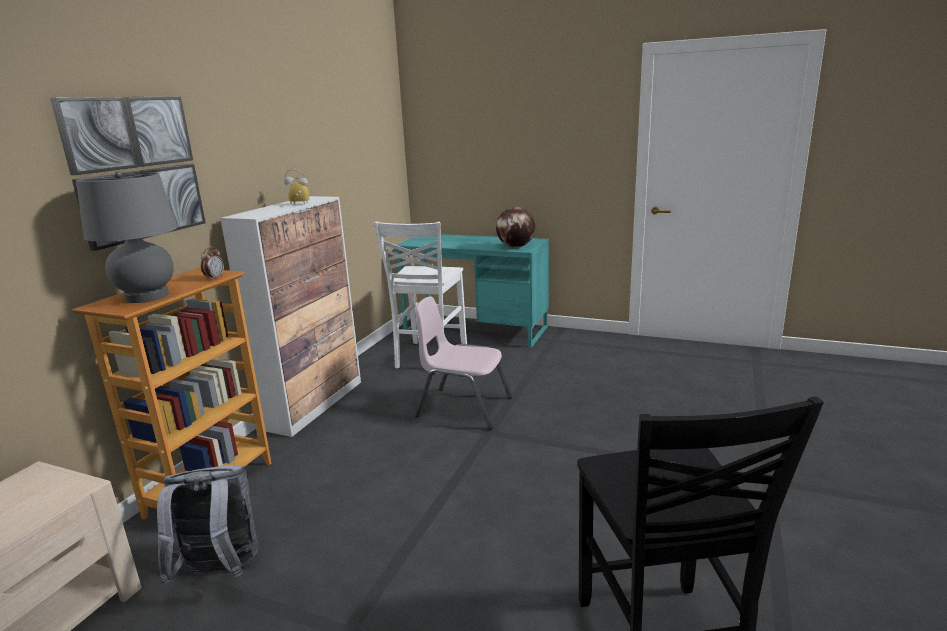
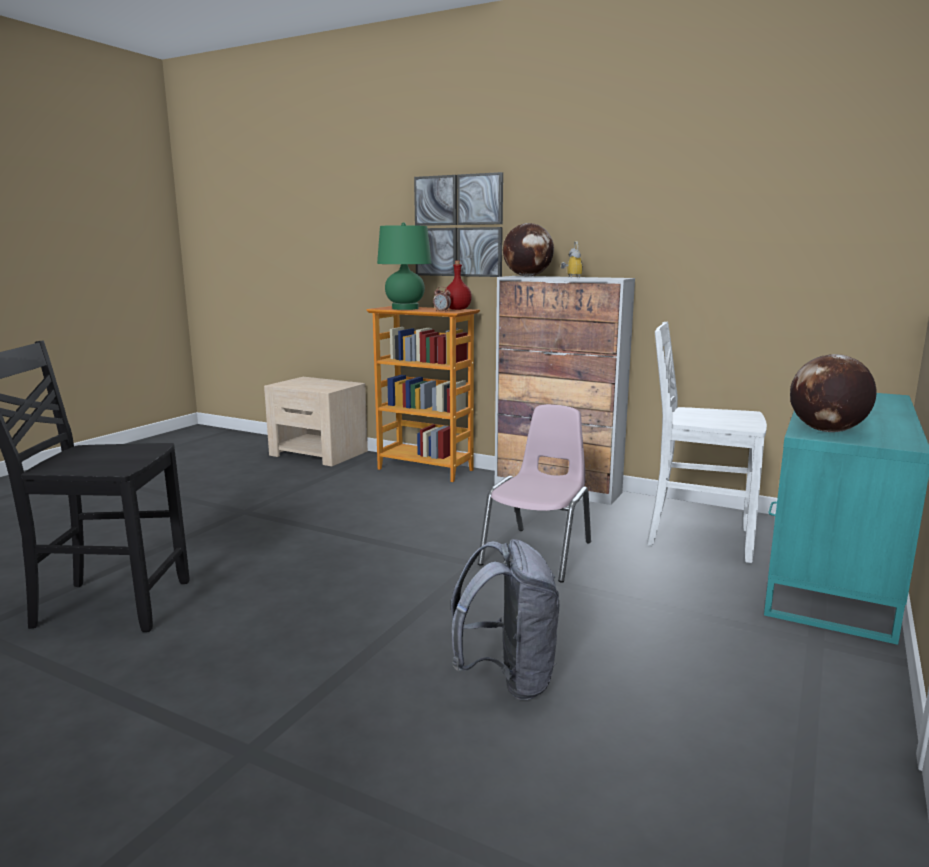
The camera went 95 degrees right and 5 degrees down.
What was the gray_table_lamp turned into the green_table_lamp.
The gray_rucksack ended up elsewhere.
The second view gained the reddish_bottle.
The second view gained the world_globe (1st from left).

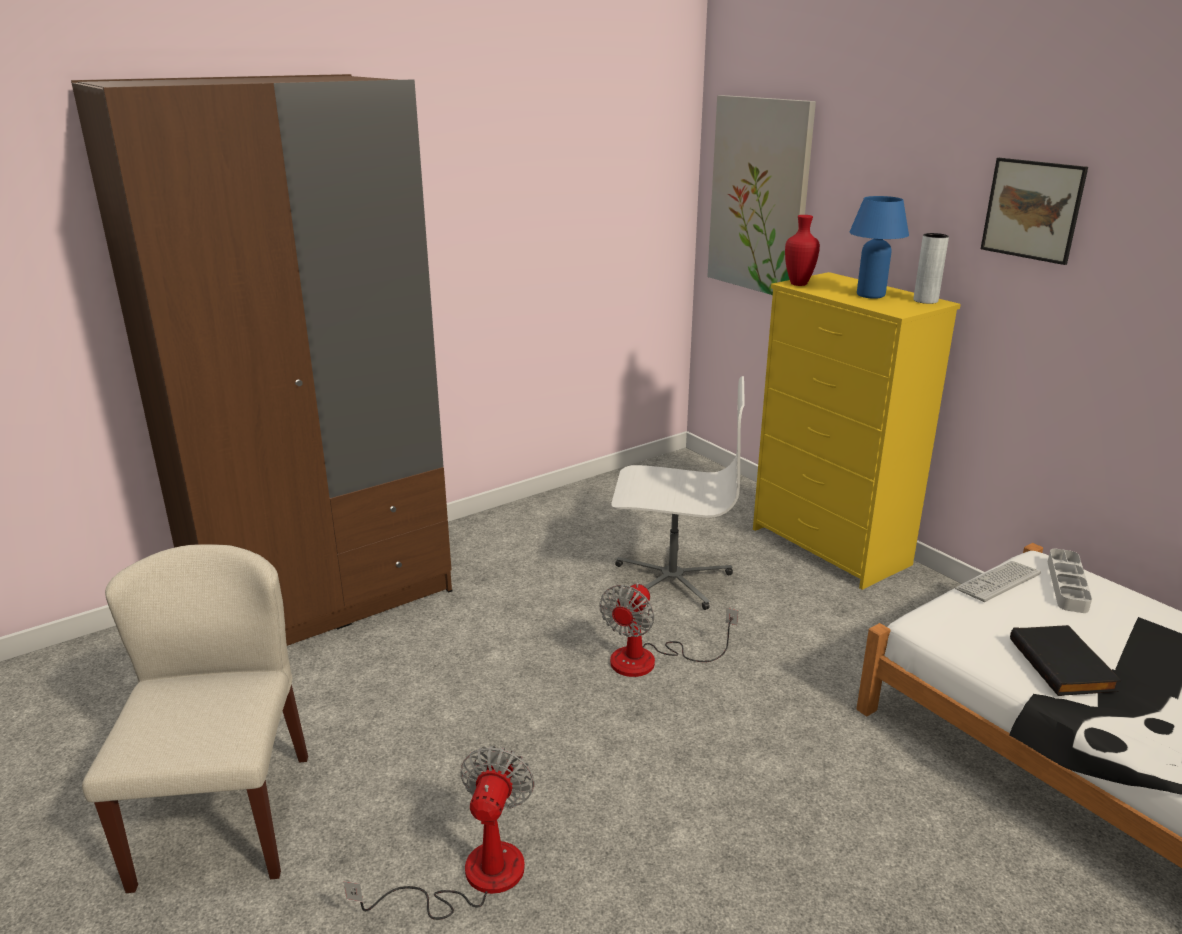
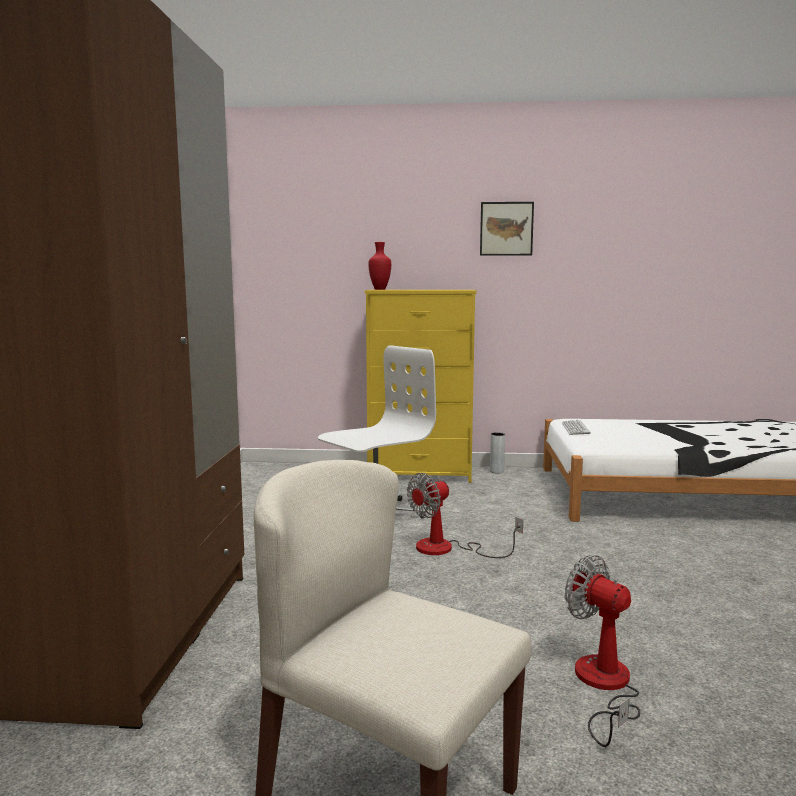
The camera went 50 degrees left and 15 degrees down.
The electric_fan (2nd from left in the first image) ended up facing another way, 75 degrees clockwise from before.
The second view lost the picture (1st from left).
The second view lost the blue-coloured_table_lamp.
The gray_vase ended up elsewhere.
The second view lost the black-coloured_book.
The second view lost the gray_serving_tray.

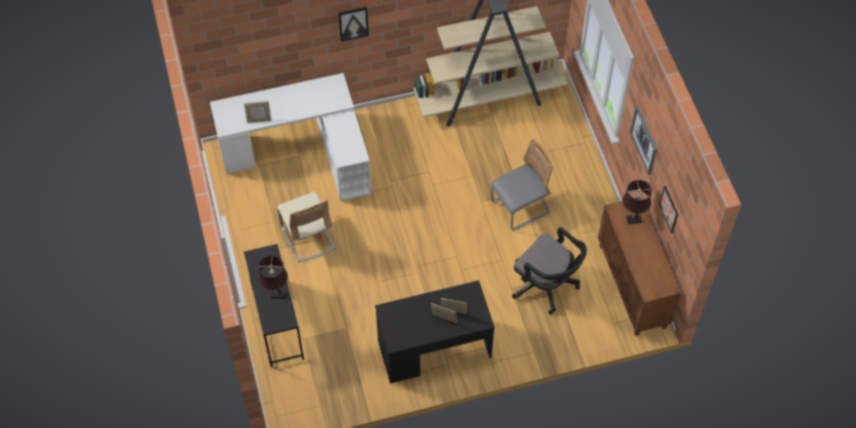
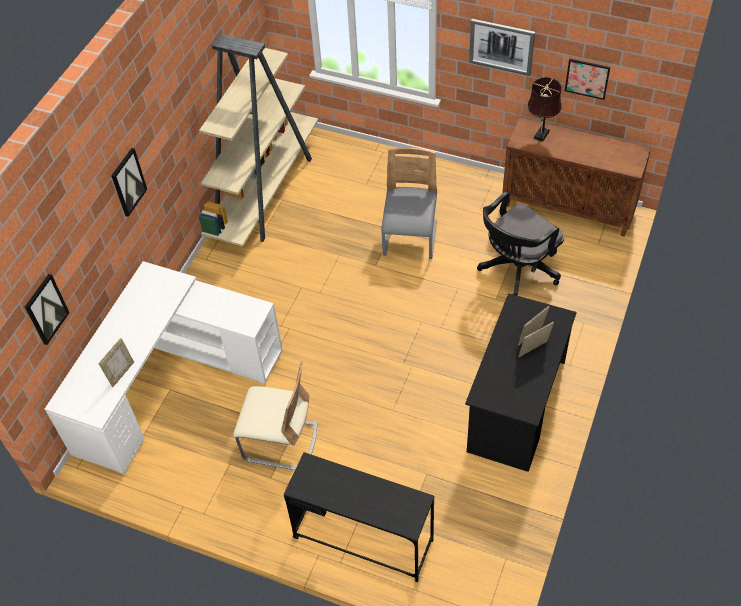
The camera went 50 degrees left and 5 degrees down.
The second view lost the brown_table_lamp (1st from left).
The black-coloured_office_chair ended up facing another way, 150 degrees clockwise from before.
The second view gained the picture (1st from left).

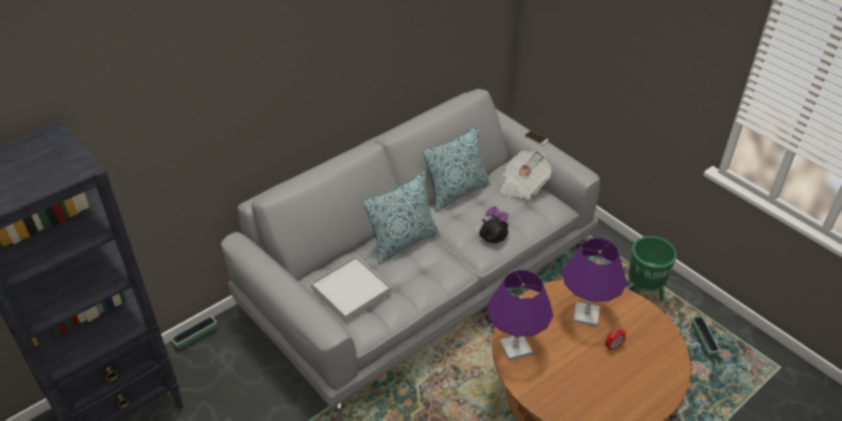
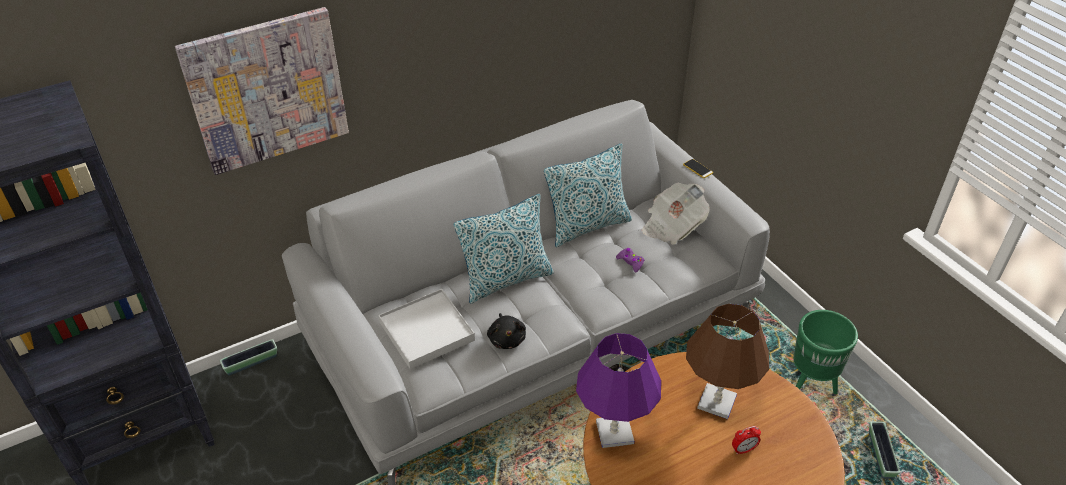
The camera went 10 degrees right and 0 degrees up.
The black-coloured_plush_toy ended up elsewhere.
What was the purplish_table_lamp (2nd from left) turned into the brown_table_lamp.
The second view gained the picture.

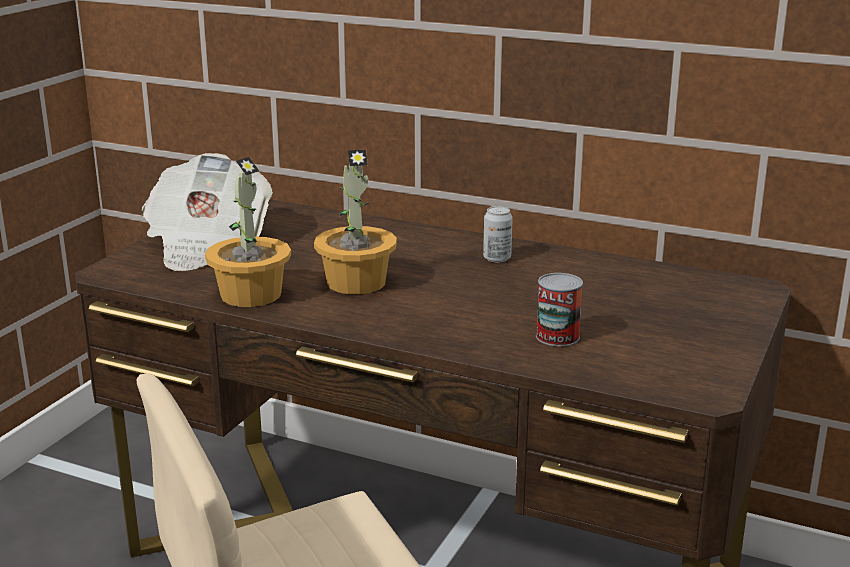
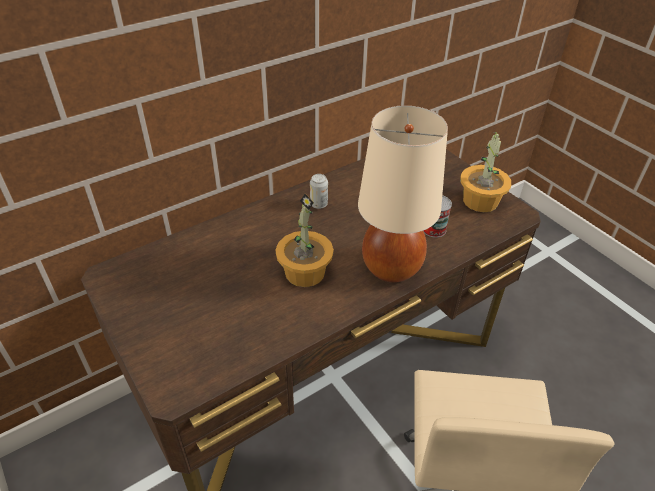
The camera went 60 degrees left and 20 degrees up.
The second view lost the printed_paper.
The houseplant (1st from left in the first image) ended up elsewhere.
The second view gained the sand-coloured_table_lamp.

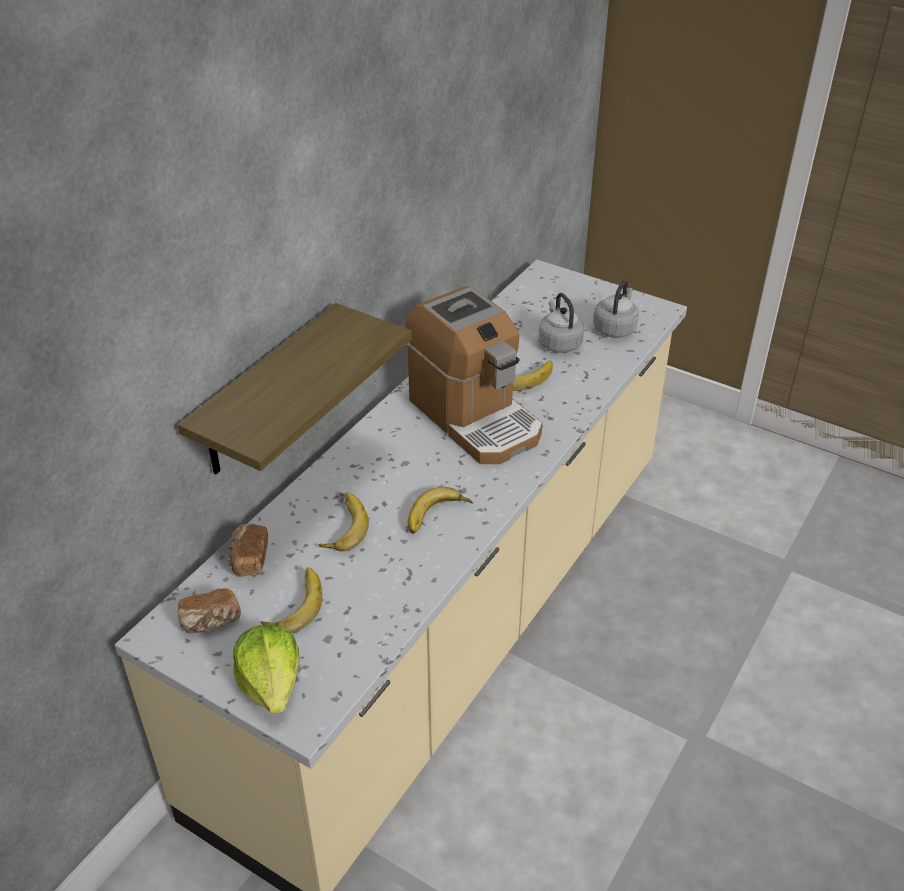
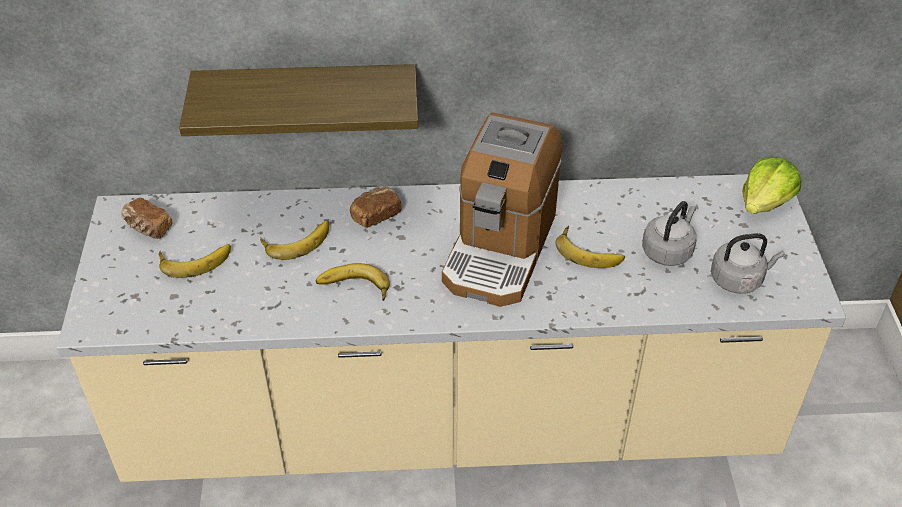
The camera went 55 degrees right and 5 degrees up.
The baked_bread (2nd from left) ended up elsewhere.
The head_of_lettuce ended up elsewhere.

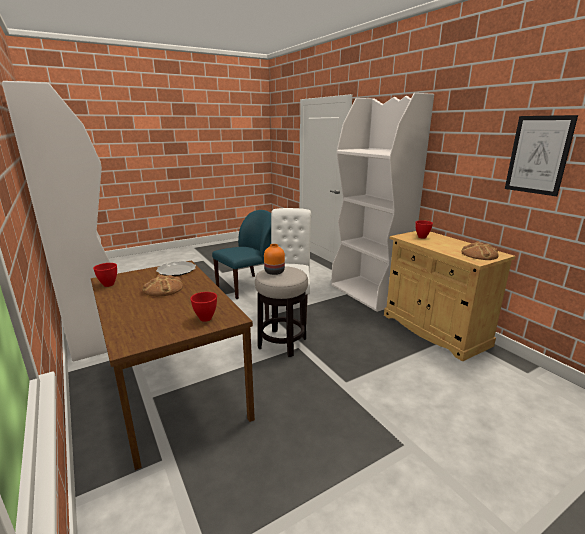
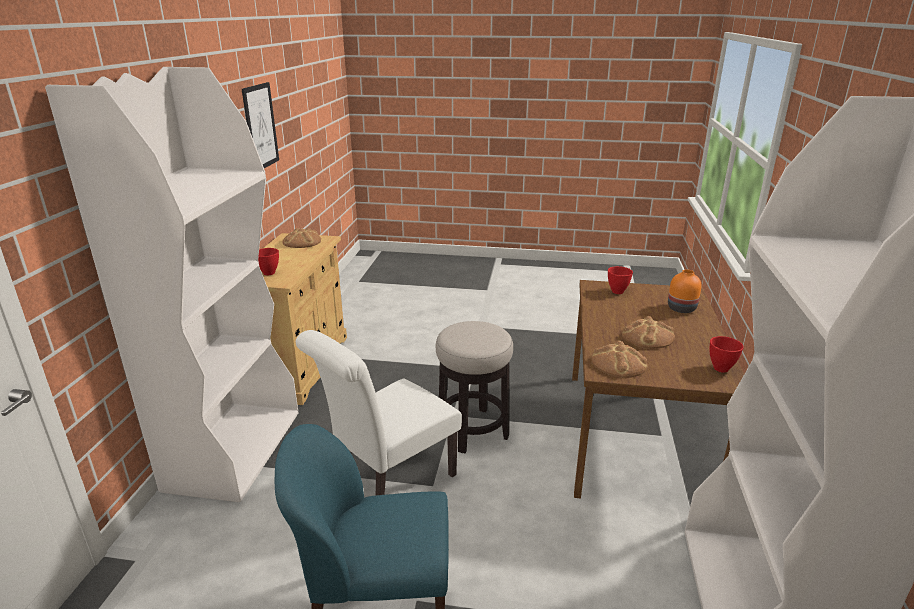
The camera went 140 degrees left and 5 degrees up.
Where the plate stood, the baked_bread (2nd from left) came to stand.
The orange-coloured_vase ended up elsewhere.

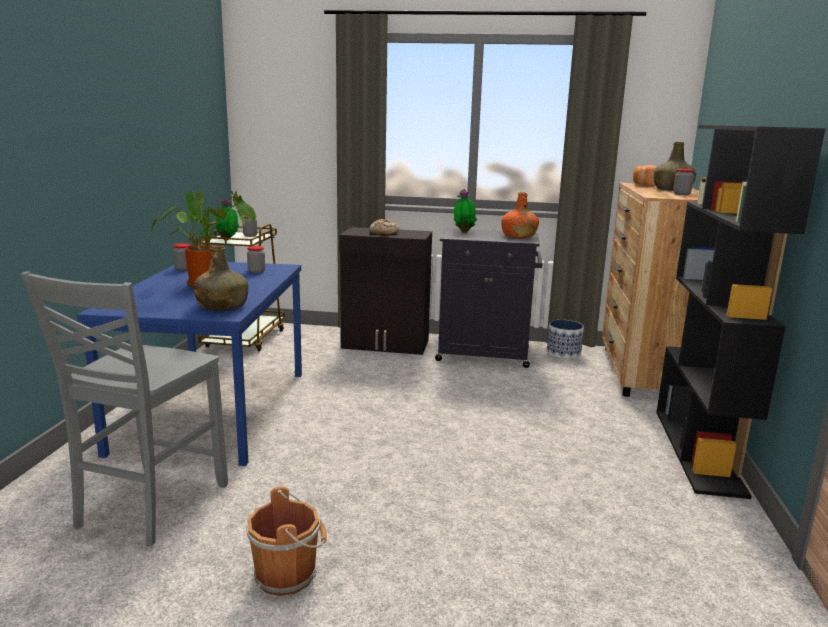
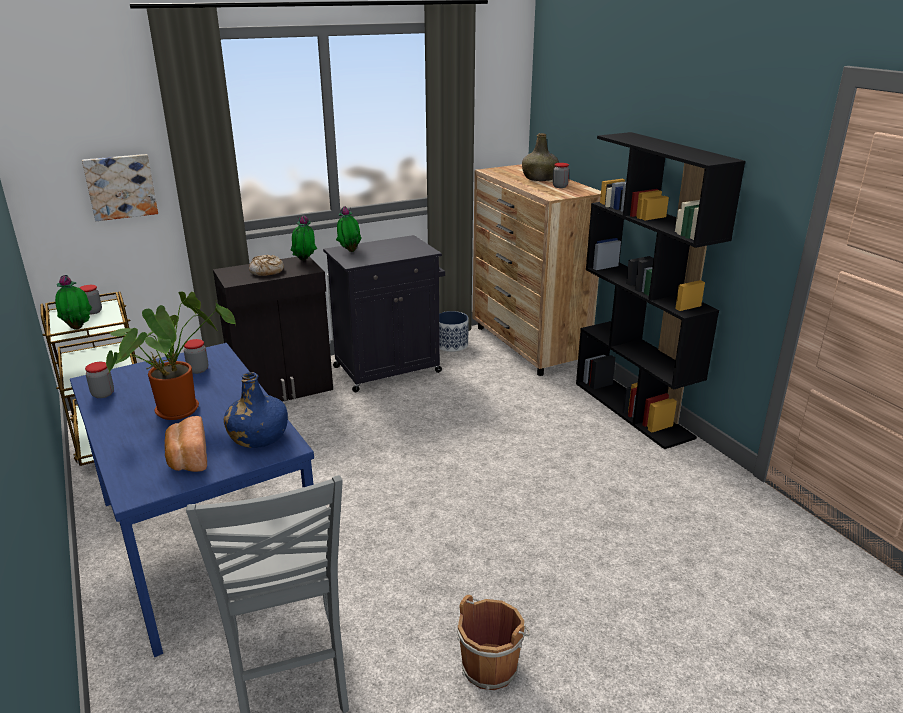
The camera went 35 degrees left and 10 degrees up.
What was the green_bottle (1st from left) turned into the blue-coloured_bottle.
The second view lost the orange-coloured_bottle.
The baked_bread (2nd from left in the first image) ended up elsewhere.
The second view gained the picture.
The second view gained the houseplant (3rd from left).

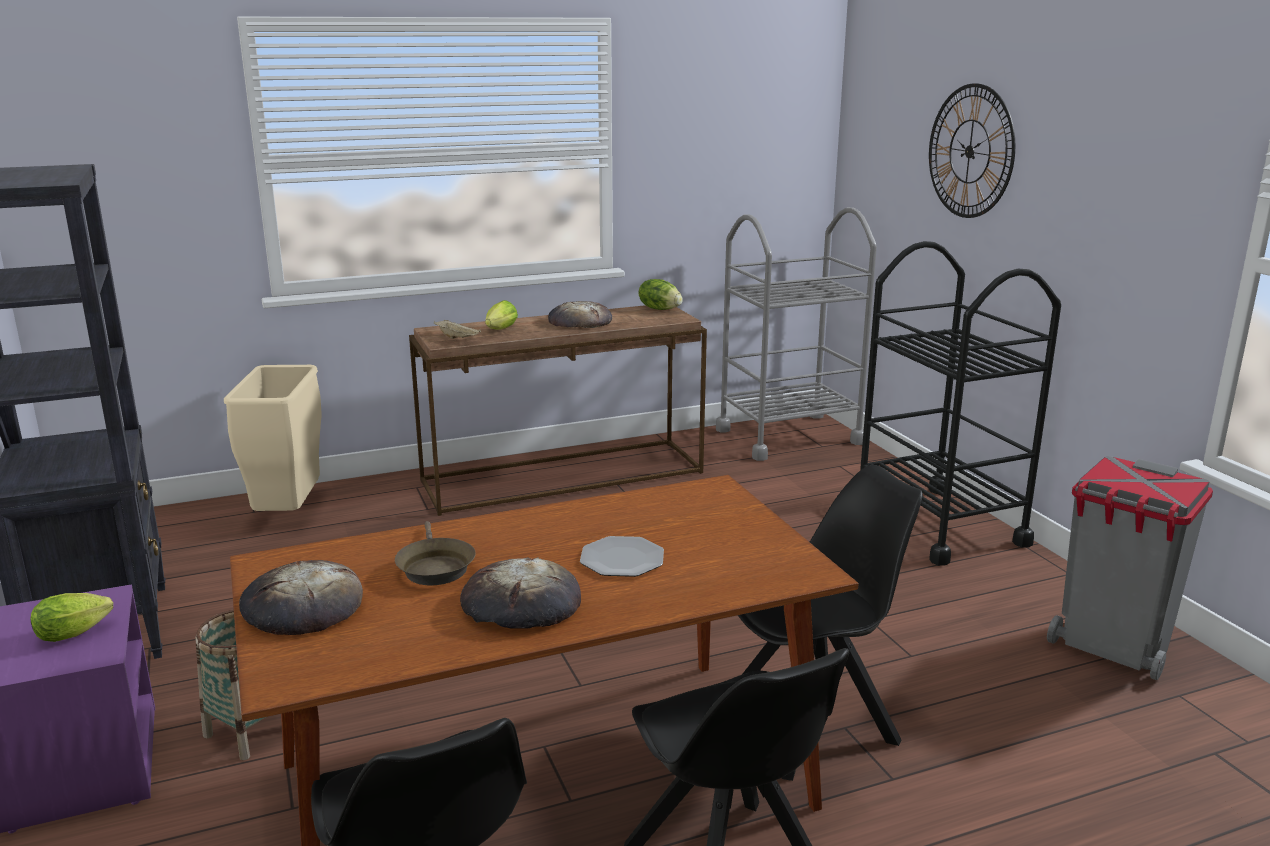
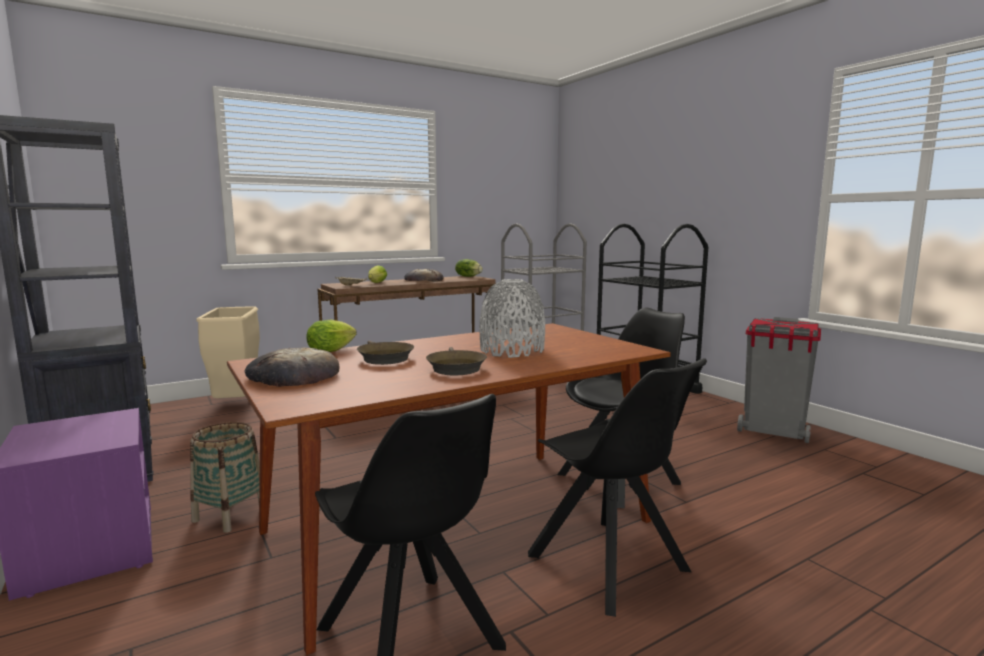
The camera went 10 degrees left and 10 degrees down.
The head_of_lettuce (1st from left) ended up elsewhere.
Where the baked_bread (2nd from left) stood, the brown_pan (2nd from left) came to stand.
Where the plate stood, the gray_vase came to stand.
The second view lost the wall_clock.

